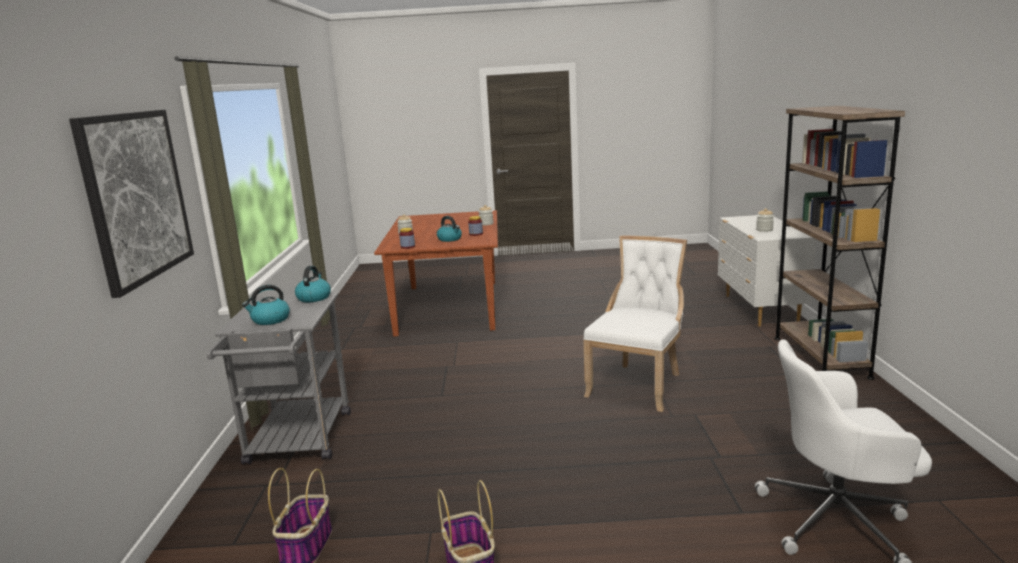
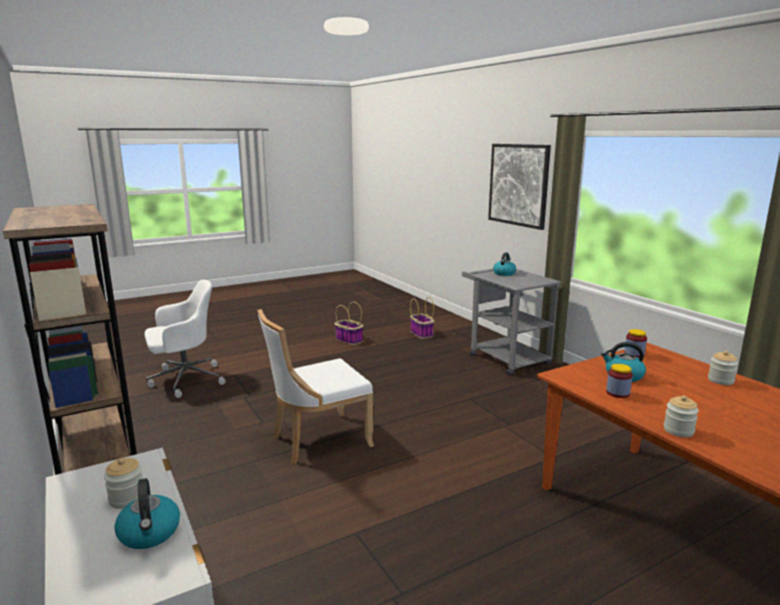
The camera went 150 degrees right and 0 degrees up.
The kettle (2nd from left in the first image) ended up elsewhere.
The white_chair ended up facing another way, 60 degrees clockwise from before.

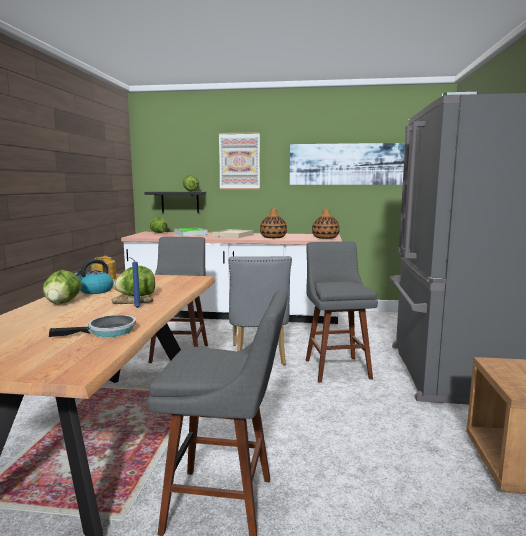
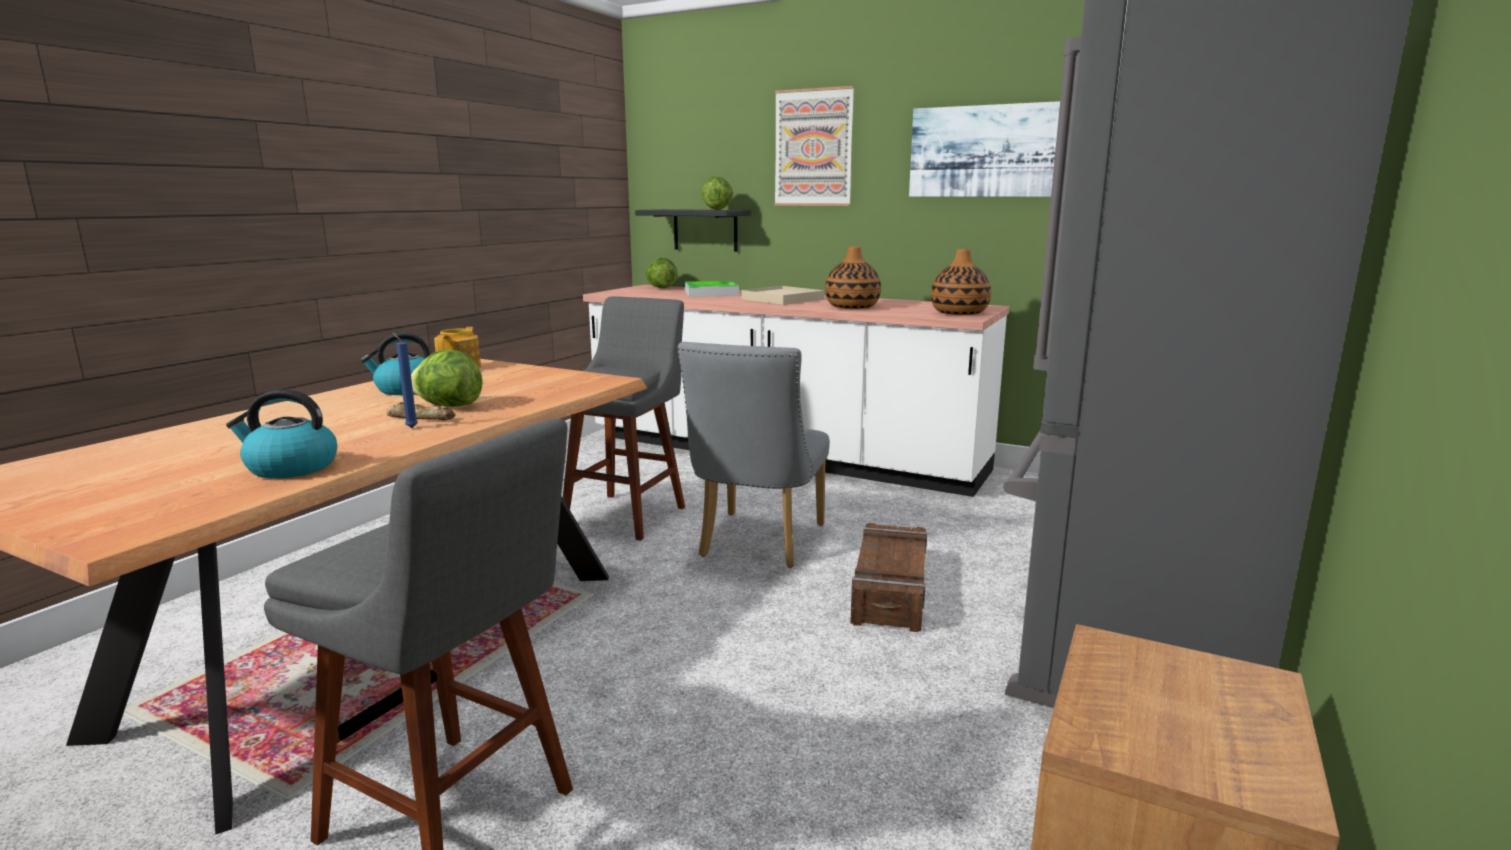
The camera went 20 degrees right and 5 degrees up.
The second view lost the head_of_lettuce (1st from left).
Where the pan stood, the kettle (1st from left) came to stand.
Where the gray_stool (3rd from left) stood, the packing_crate came to stand.

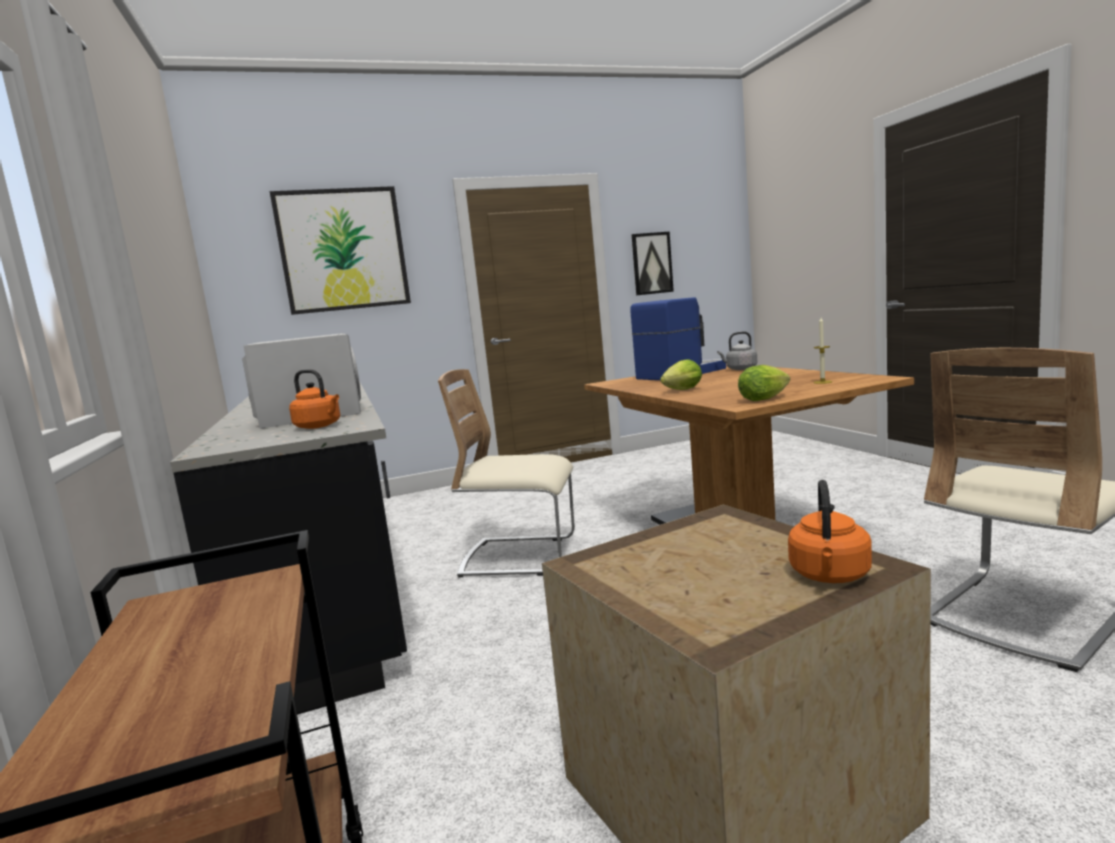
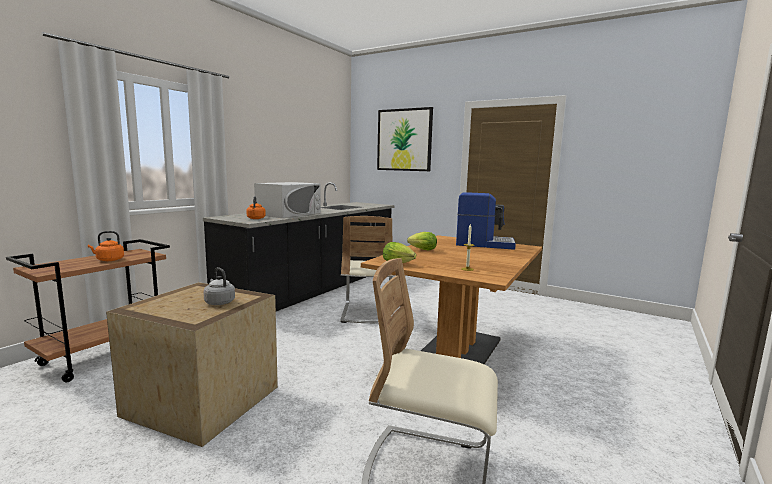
The camera went 50 degrees right and 0 degrees up.
The sand-coloured_chair (1st from left) ended up facing another way, 150 degrees counterclockwise from before.
The second view lost the picture (2nd from left).
The gray_kettle ended up elsewhere.
The orange-coloured_kettle (2nd from left in the first image) ended up elsewhere.

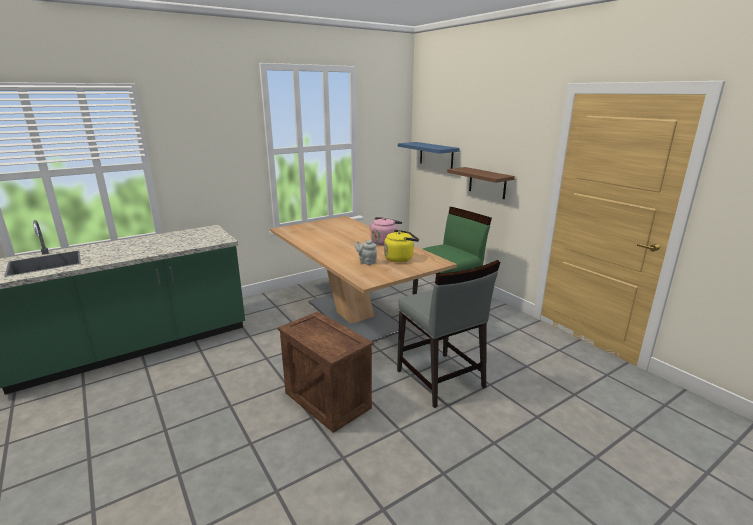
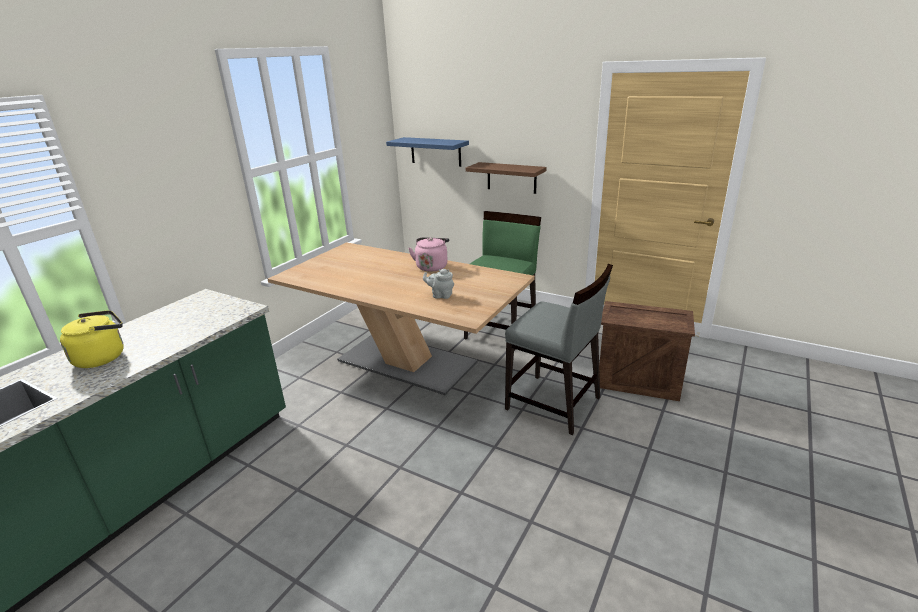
The camera went 25 degrees left and 5 degrees up.
The packing_crate ended up elsewhere.
The yellow-coloured_kettle ended up elsewhere.

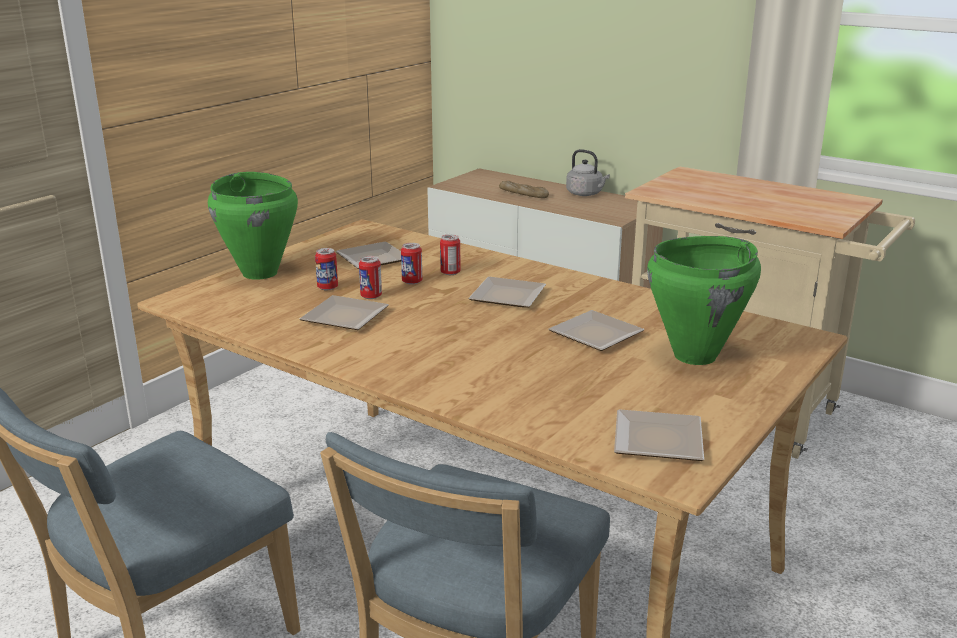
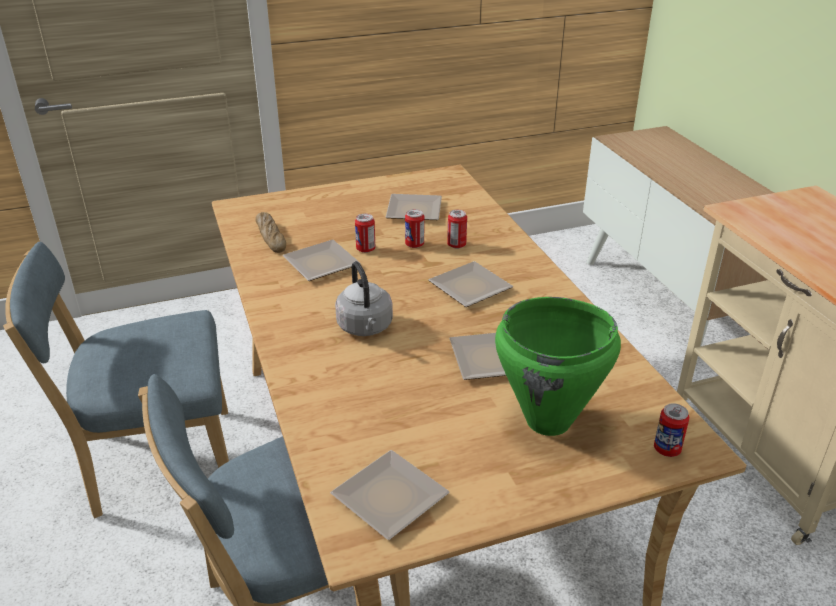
The camera went 35 degrees right and 10 degrees up.
The second view lost the green_saucepot (1st from left).
The can (1st from left in the first image) ended up elsewhere.
The baked_bread ended up elsewhere.
The gray_kettle ended up elsewhere.

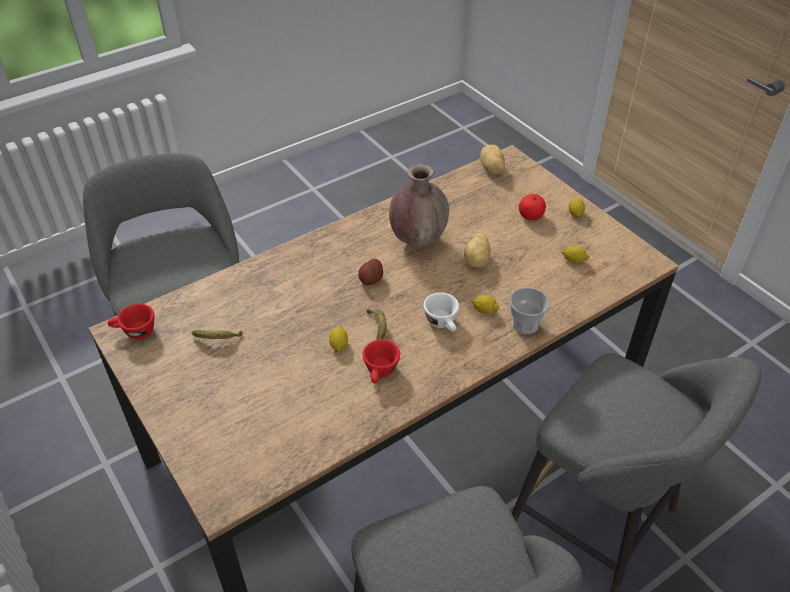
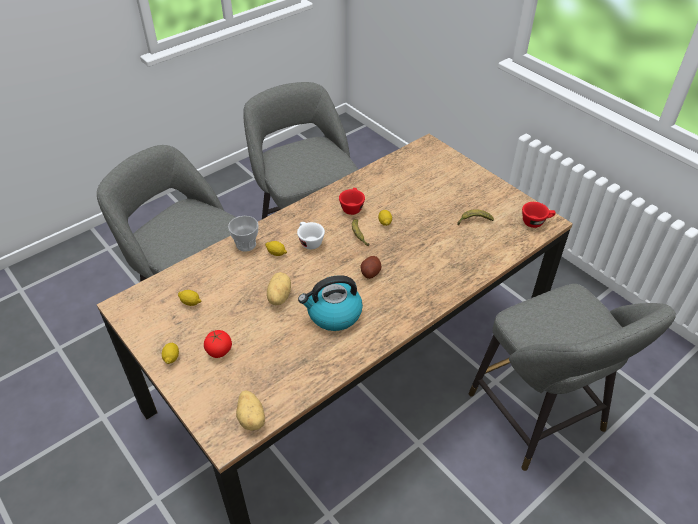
The camera went 175 degrees right and 0 degrees up.
Where the brown_vase stood, the kettle came to stand.

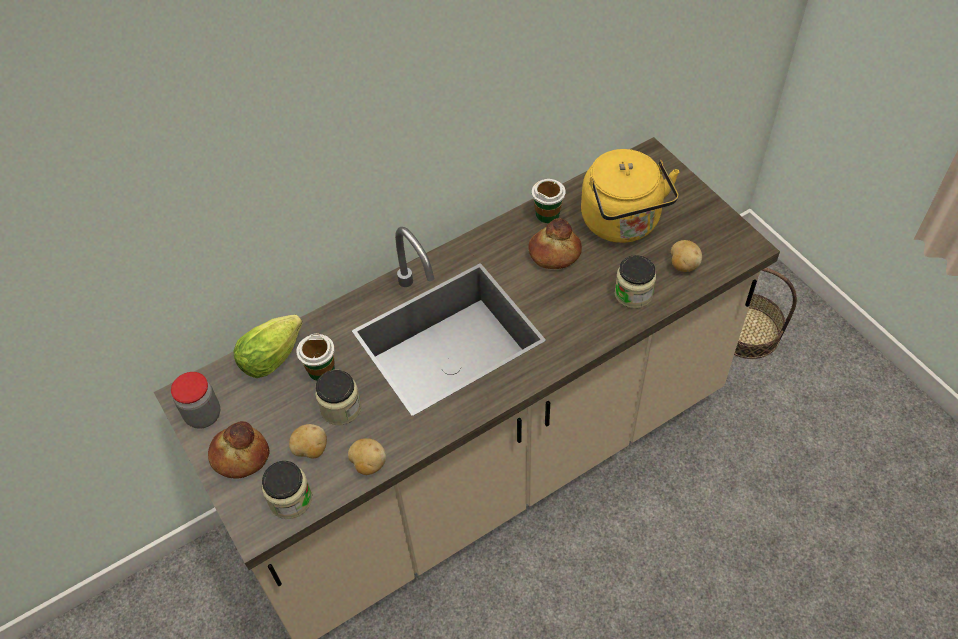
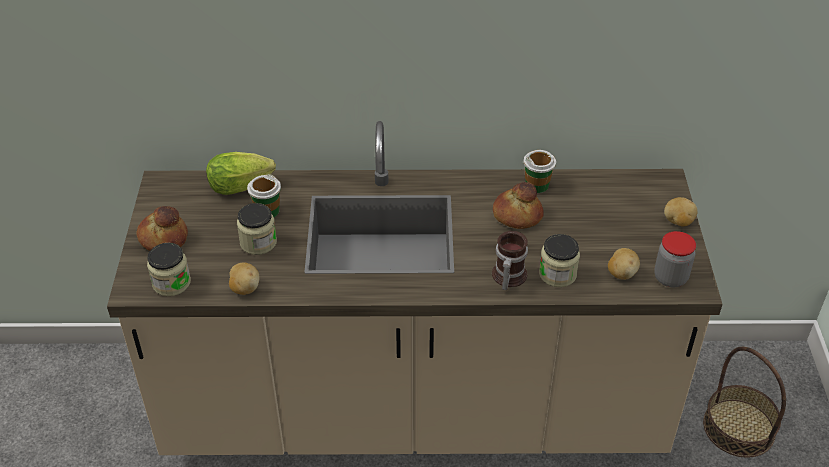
The camera went 30 degrees right and 10 degrees down.
The jar (1st from left in the first image) ended up elsewhere.
The spud (1st from left in the first image) ended up elsewhere.
The second view lost the yellow-coloured_kettle.
The second view gained the tea_mug.

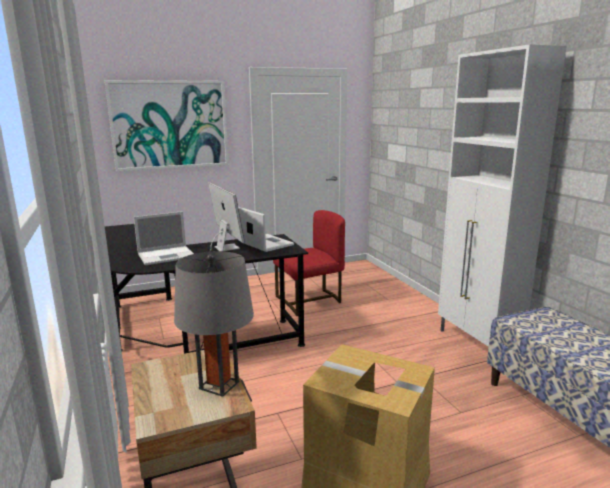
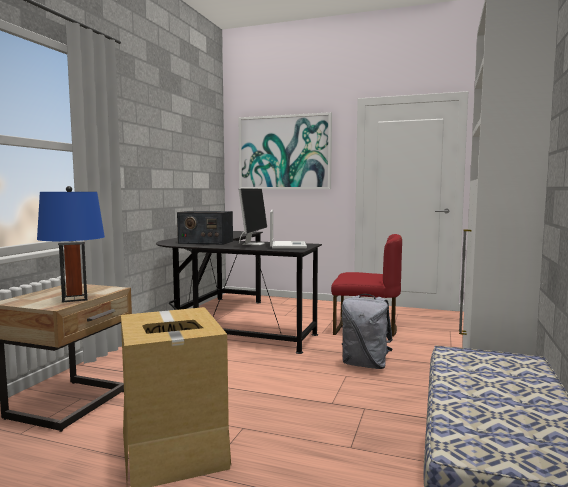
The camera went 40 degrees right and 10 degrees down.
Where the notebook_computer (1st from left) stood, the radio_receiver came to stand.
What was the gray_table_lamp turned into the blue-coloured_table_lamp.
The second view gained the gray_rucksack.

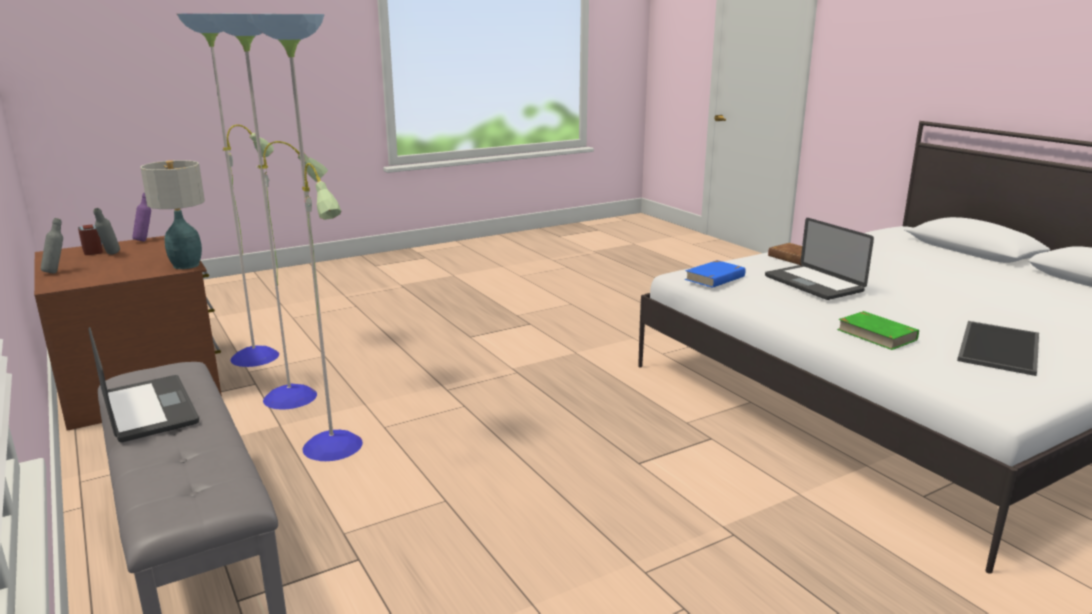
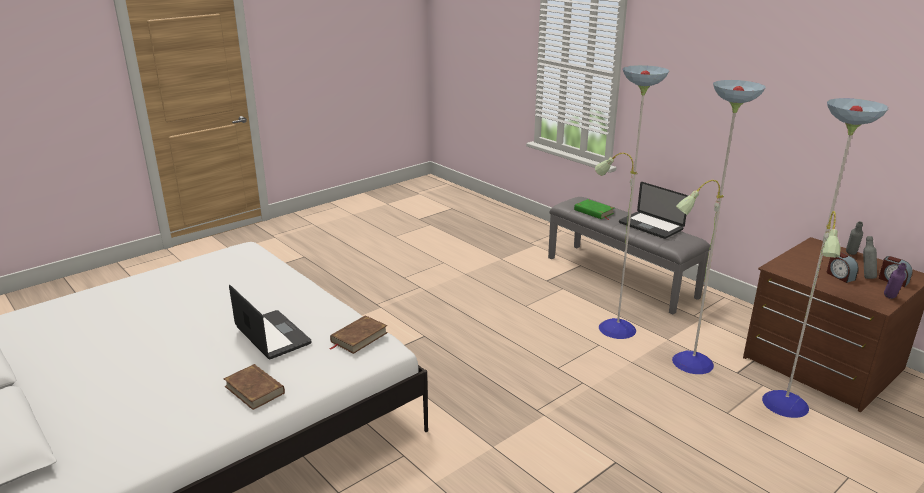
The camera went 170 degrees right and 5 degrees up.
The second view lost the table_lamp.
What was the blue-coloured_book turned into the brown_book (2nd from left).
The green_book ended up elsewhere.
The second view lost the serving_tray.
The second view gained the table_clock (1st from left).

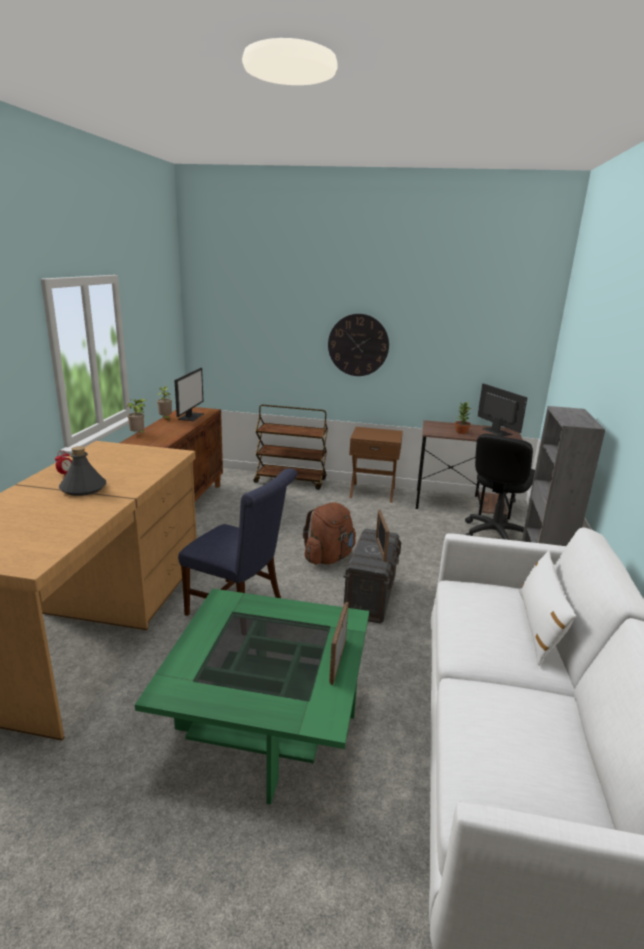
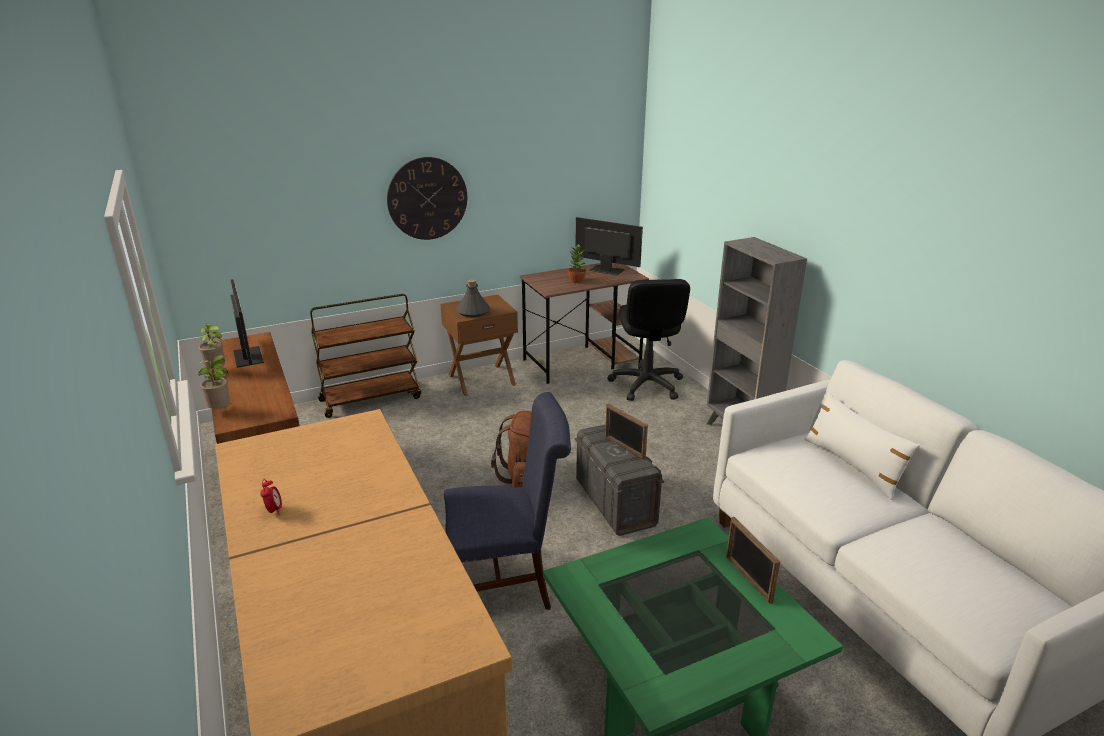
The camera went 35 degrees left and 5 degrees up.
The gray_bottle ended up elsewhere.

